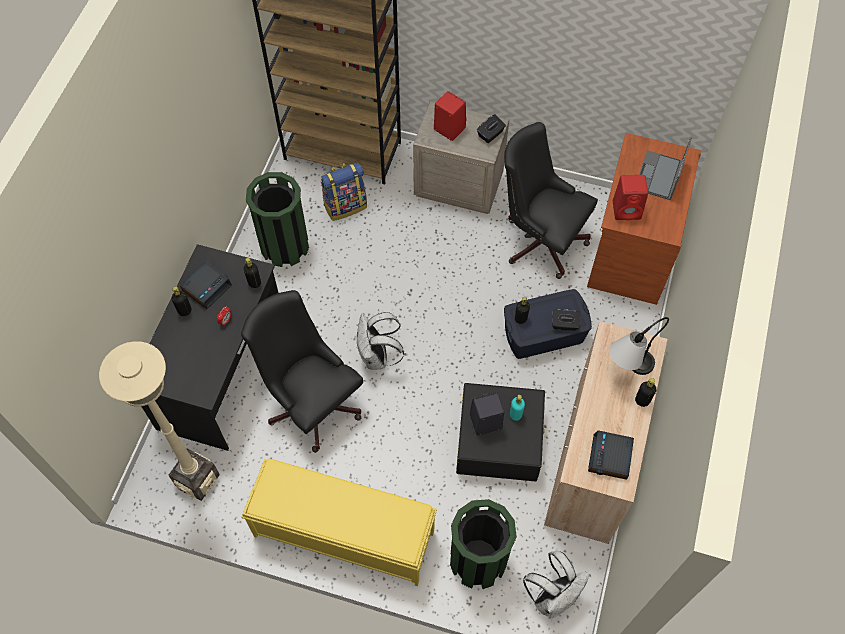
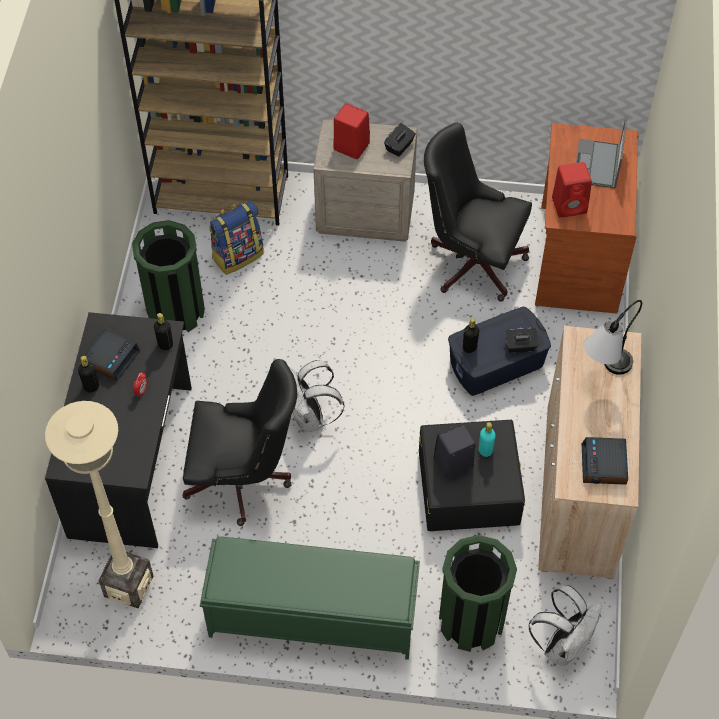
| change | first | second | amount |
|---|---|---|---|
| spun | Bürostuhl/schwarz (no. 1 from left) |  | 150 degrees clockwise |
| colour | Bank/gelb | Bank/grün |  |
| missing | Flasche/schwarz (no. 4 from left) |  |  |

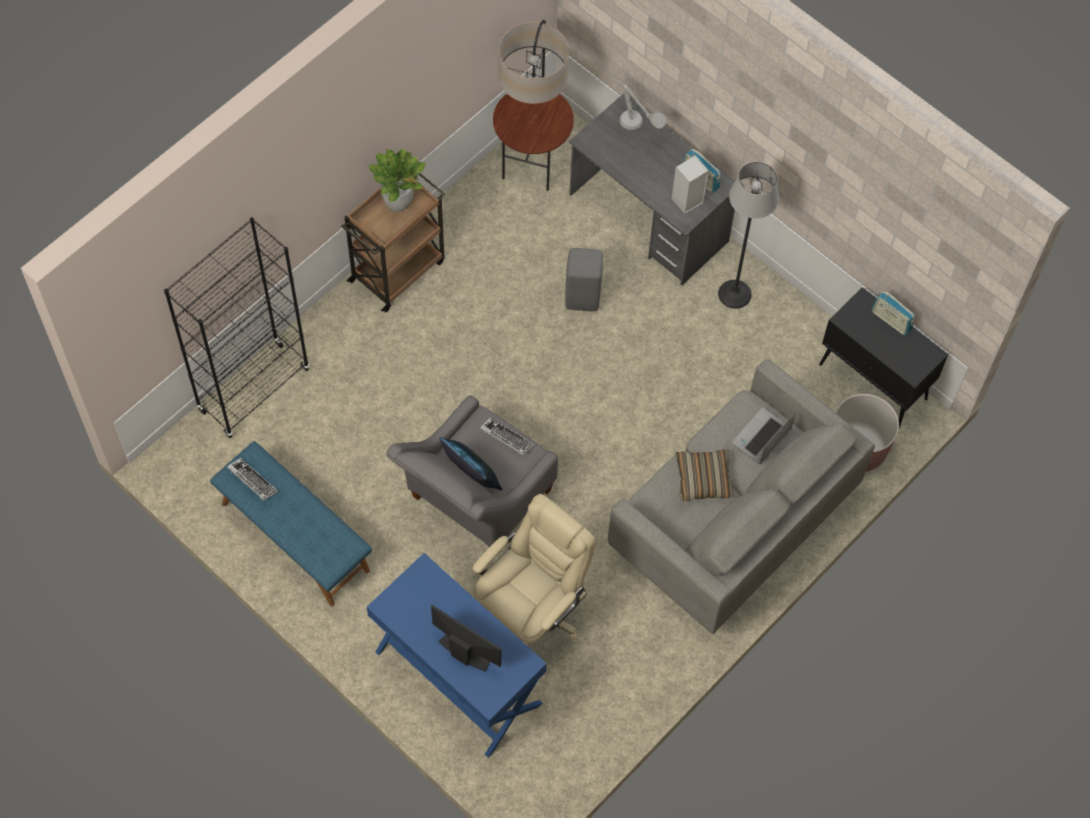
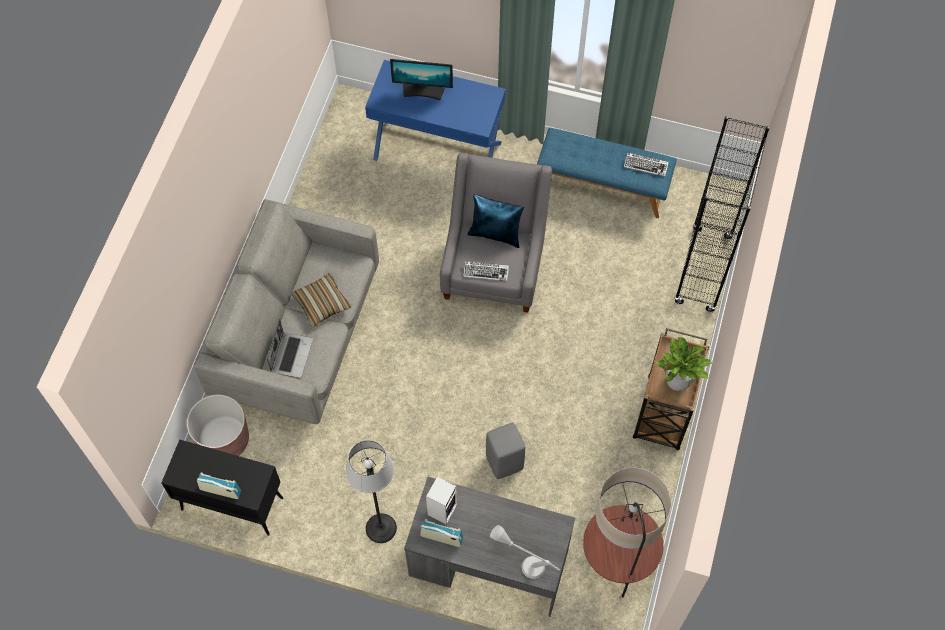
| change | first | second | amount |
|---|---|---|---|
| missing | Bürostuhl/beige |  |  |

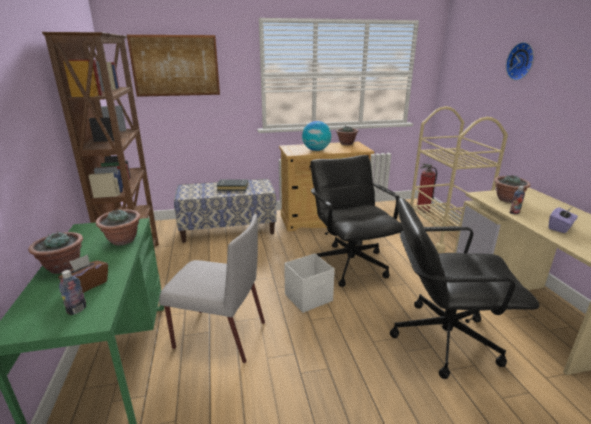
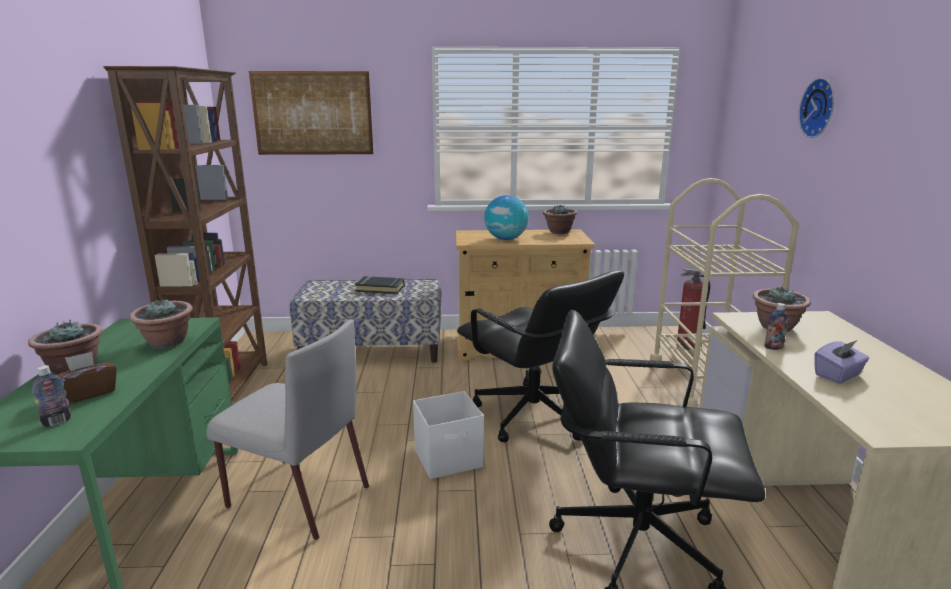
| change | first | second | amount |
|---|---|---|---|
| spun | Bürostuhl/schwarz (no. 1 from left) |  | 150 degrees clockwise |

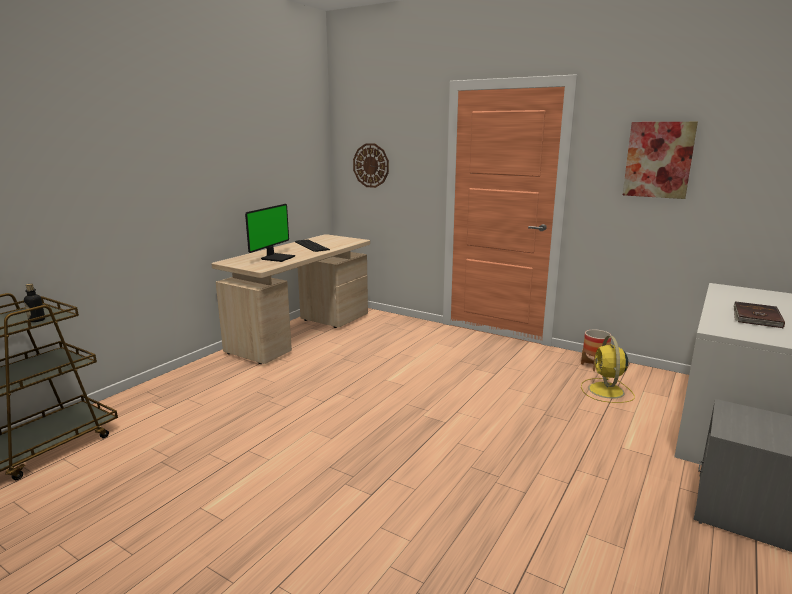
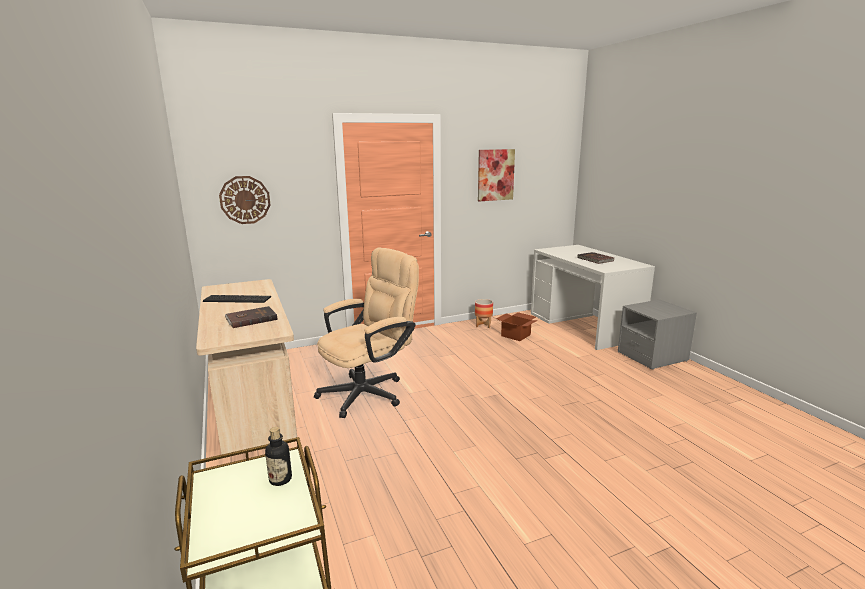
| change | first | second | amount |
|---|---|---|---|
| exchanged | Monitor | Buch/braun (no. 1 from left) |  |
| exchanged | Ventilator/gelb | Karton |  |
| appeared |  | Bürostuhl/beige |  |

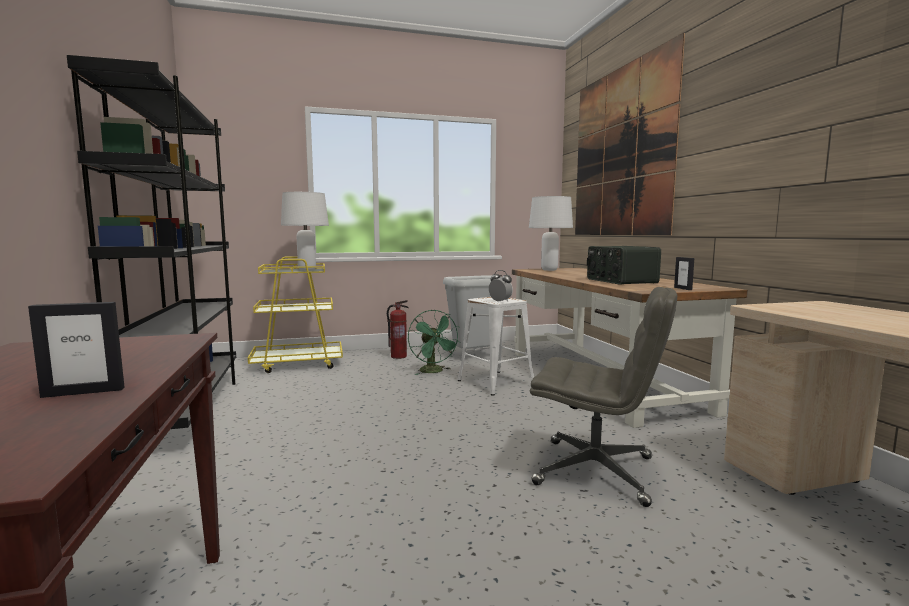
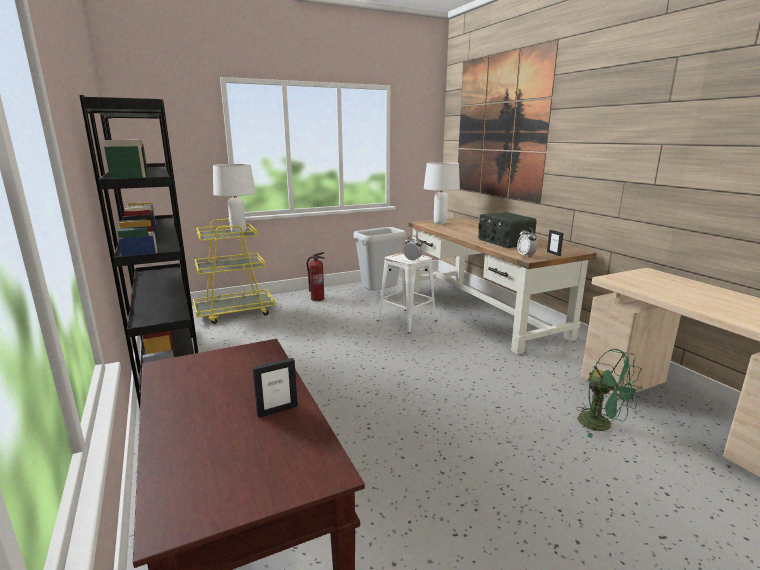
| change | first | second | amount |
|---|---|---|---|
| relocated | Ventilator/grün |  |  |
| missing | Bürostuhl/grau |  |  |
| appeared |  | Wecker (no. 2 from left) |  |

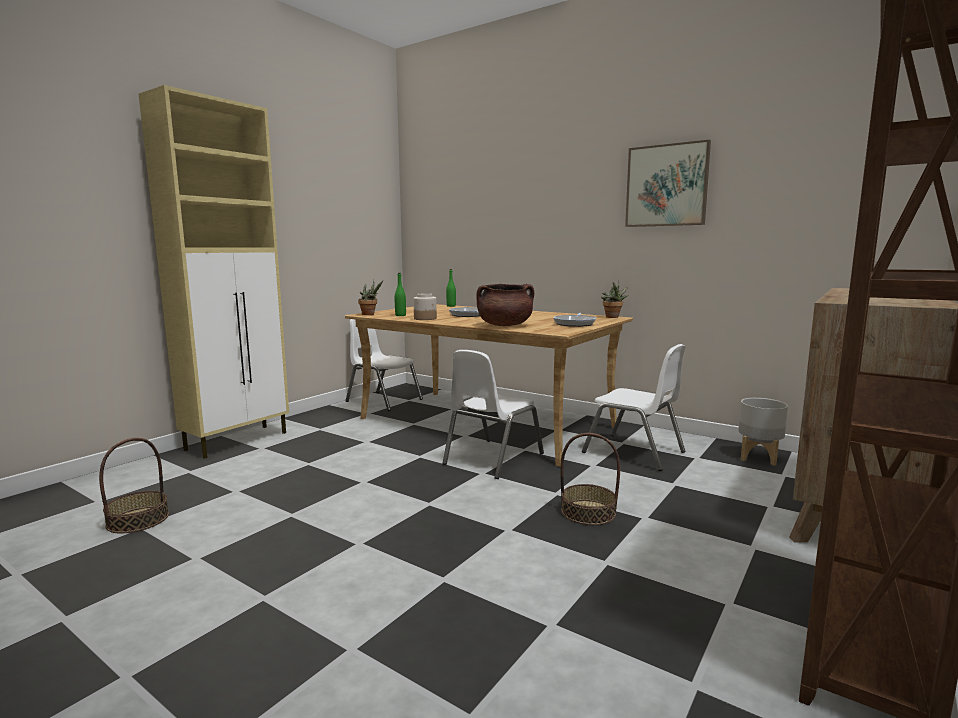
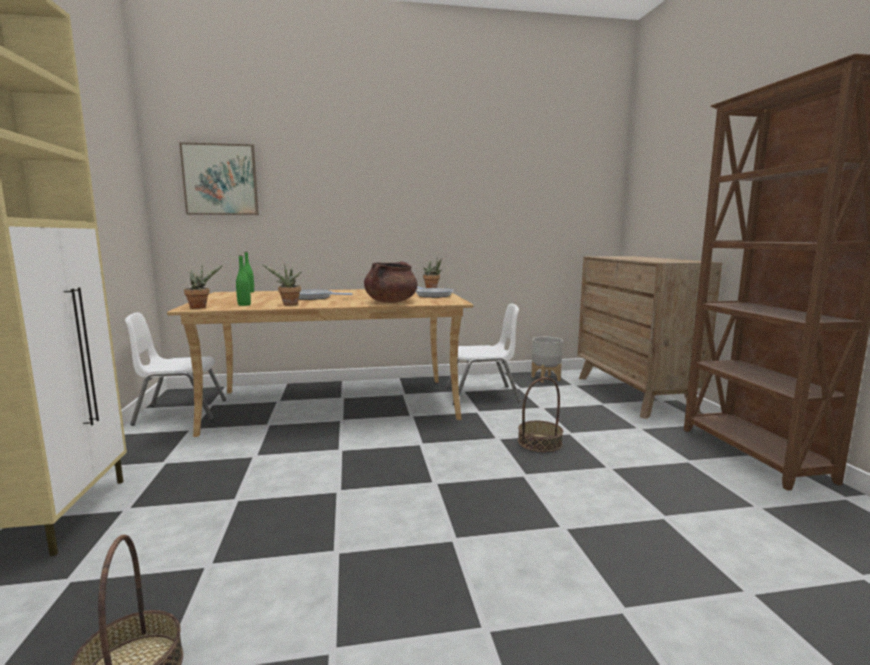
| change | first | second | amount |
|---|---|---|---|
| exchanged | Vorratsglas | Topfpflanze (no. 2 from left) |  |
| missing | Stuhl/weiß (no. 2 from left) |  |  |
| relocated | Bild |  |  |

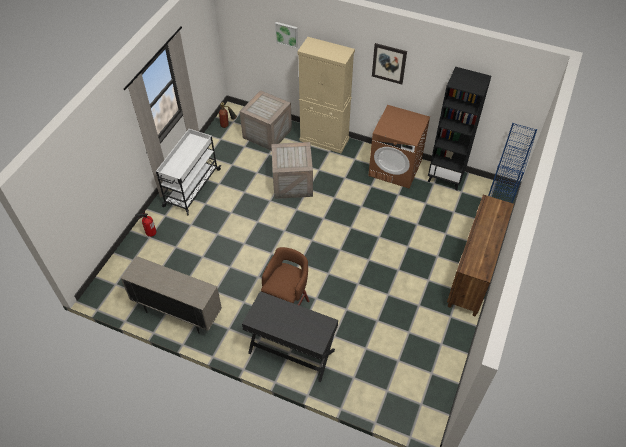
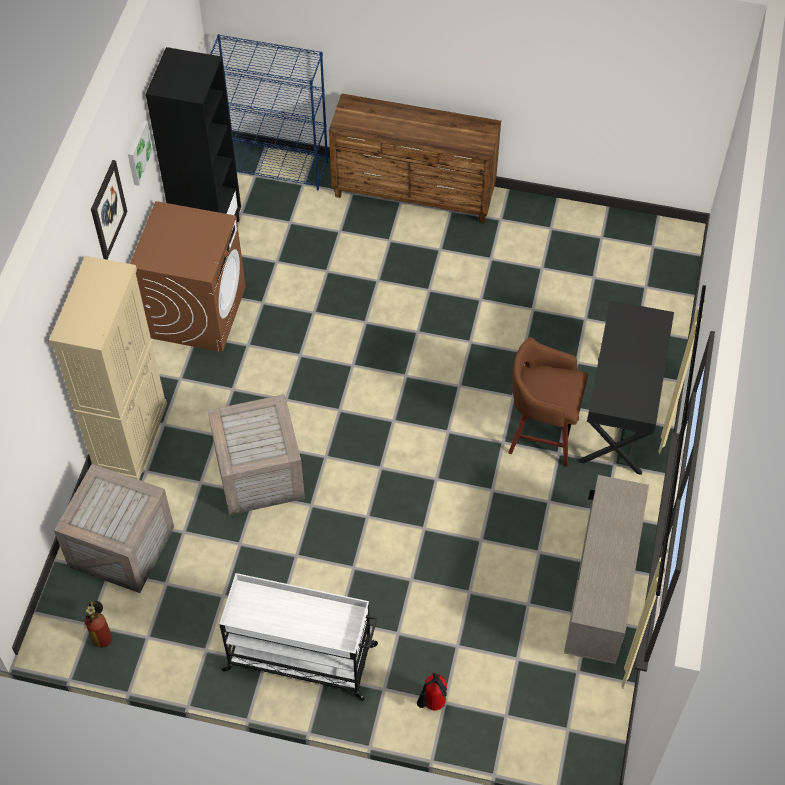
| change | first | second | amount |
|---|---|---|---|
| relocated | Bild (no. 1 from left in the first image) | Bild (no. 2 from left) |  |

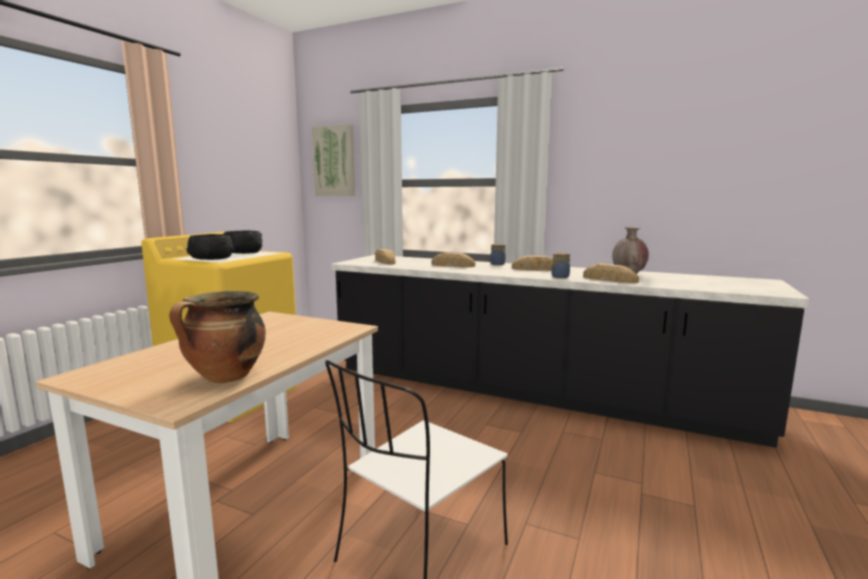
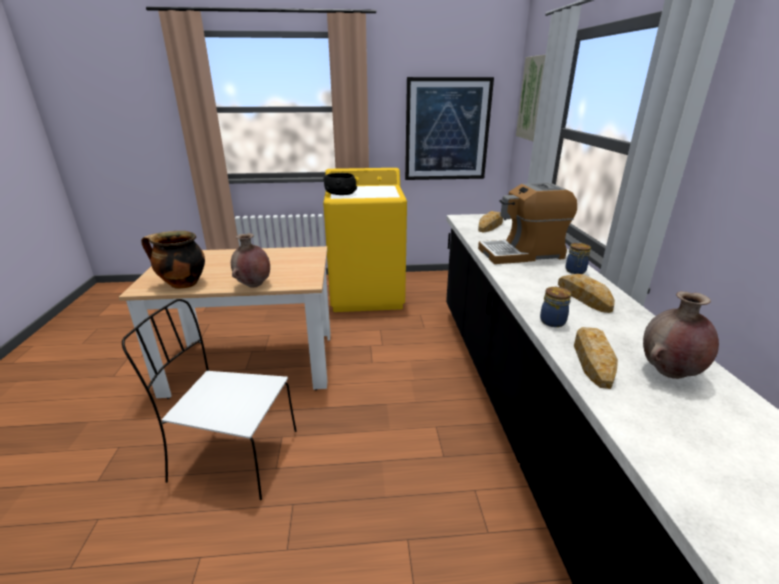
| change | first | second | amount |
|---|---|---|---|
| missing | Schüssel/schwarz (no. 2 from left) |  |  |
| exchanged | Brot (no. 2 from left) | Kaffeemaschine |  |
| appeared |  | Vase/braun (no. 1 from left) |  |
| appeared |  | Bild (no. 1 from left) |  |

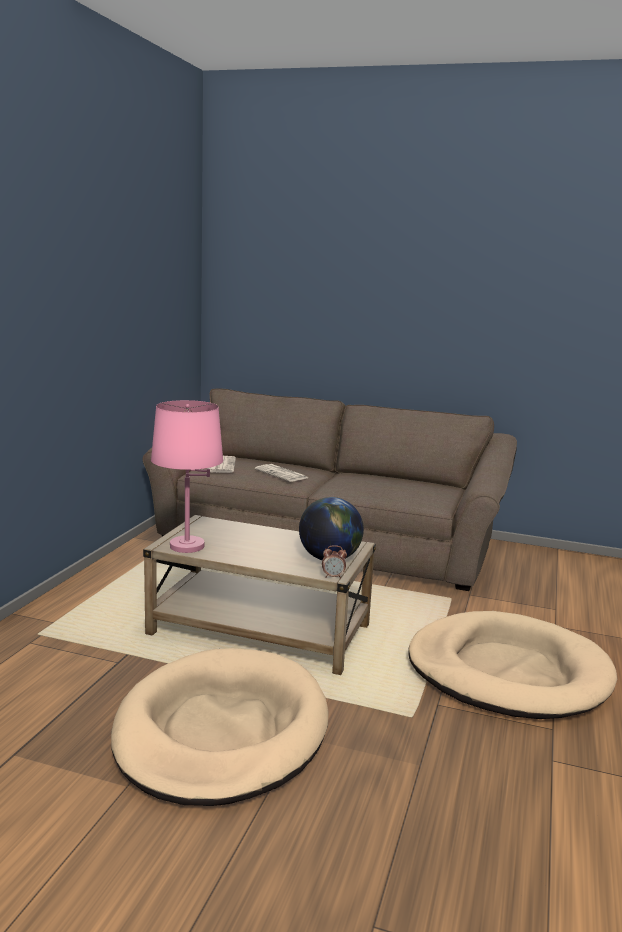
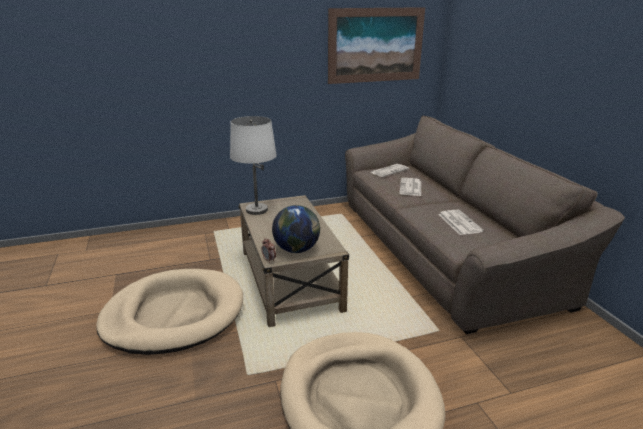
| change | first | second | amount |
|---|---|---|---|
| colour | Tischlampe/rosa | Tischlampe/weiß |  |
| appeared |  | Bild |  |
| appeared |  | Zeitung (no. 3 from left) |  |

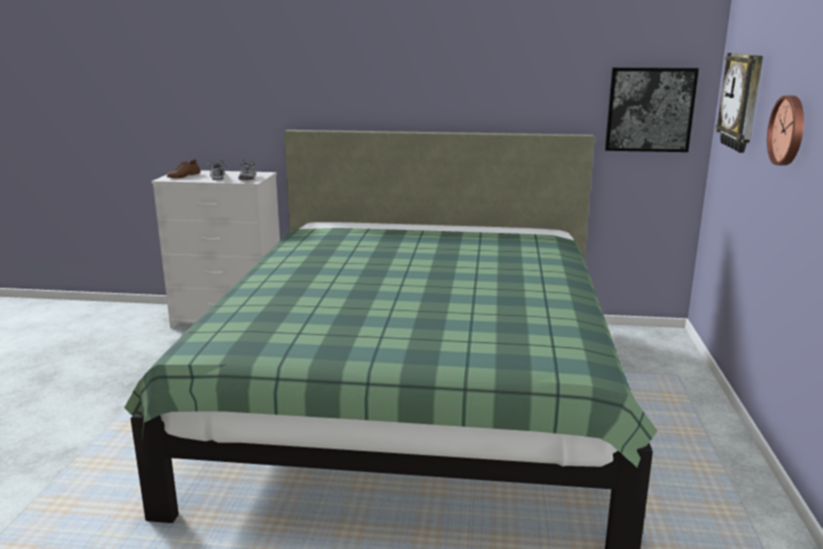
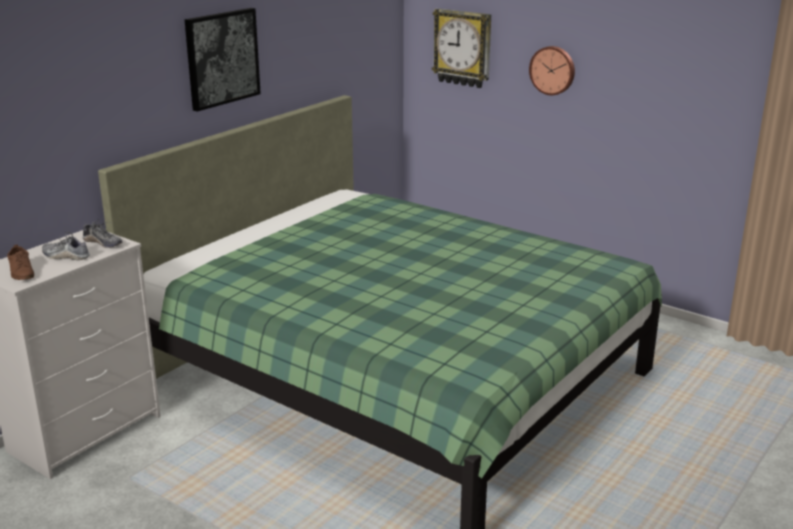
| change | first | second | amount |
|---|---|---|---|
| relocated | Bild |  |  |

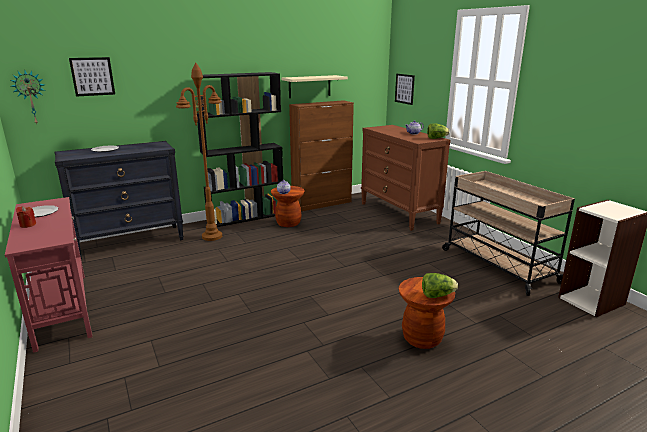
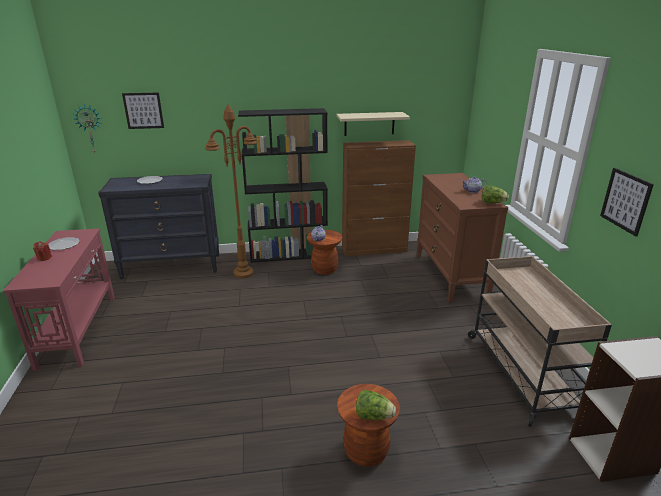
| change | first | second | amount |
|---|---|---|---|
| relocated | Bild (no. 2 from left) |  |  |

